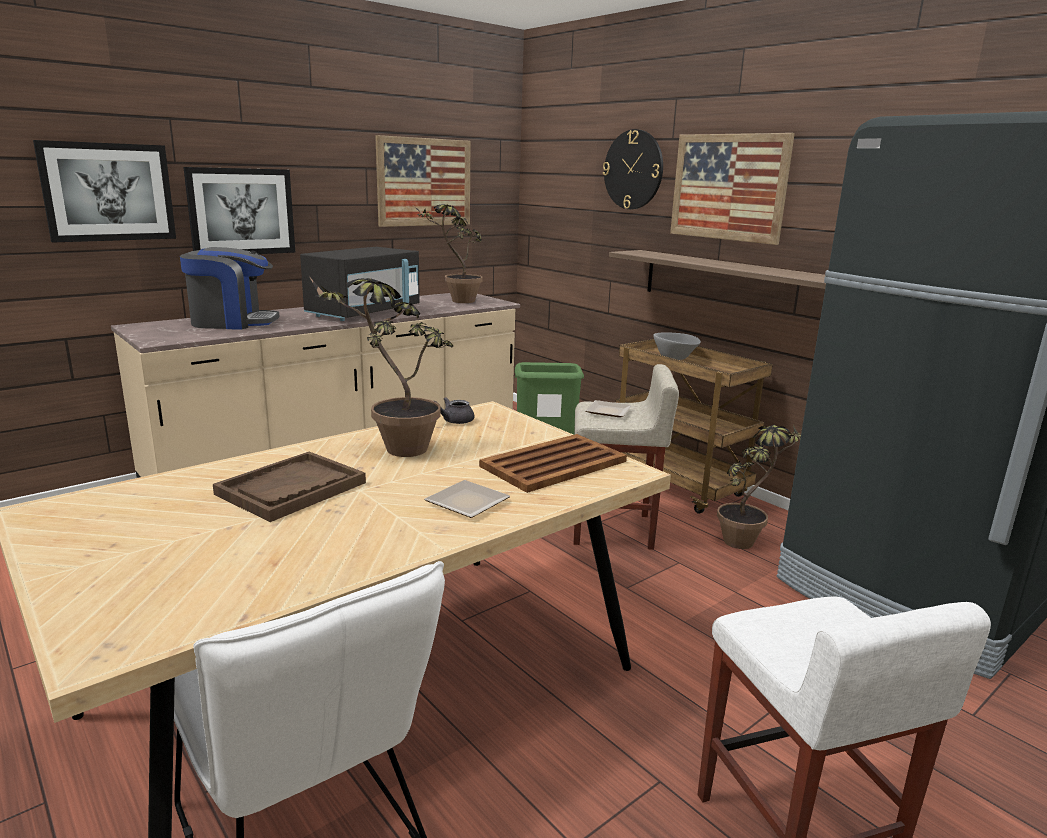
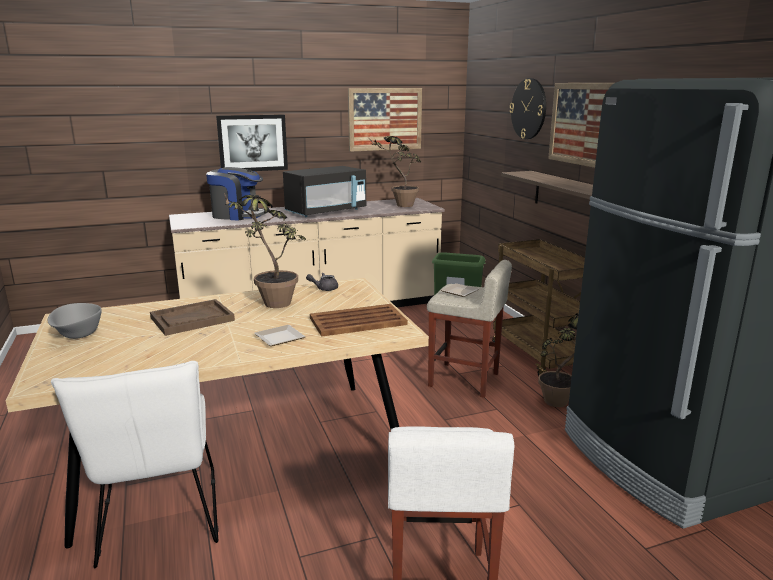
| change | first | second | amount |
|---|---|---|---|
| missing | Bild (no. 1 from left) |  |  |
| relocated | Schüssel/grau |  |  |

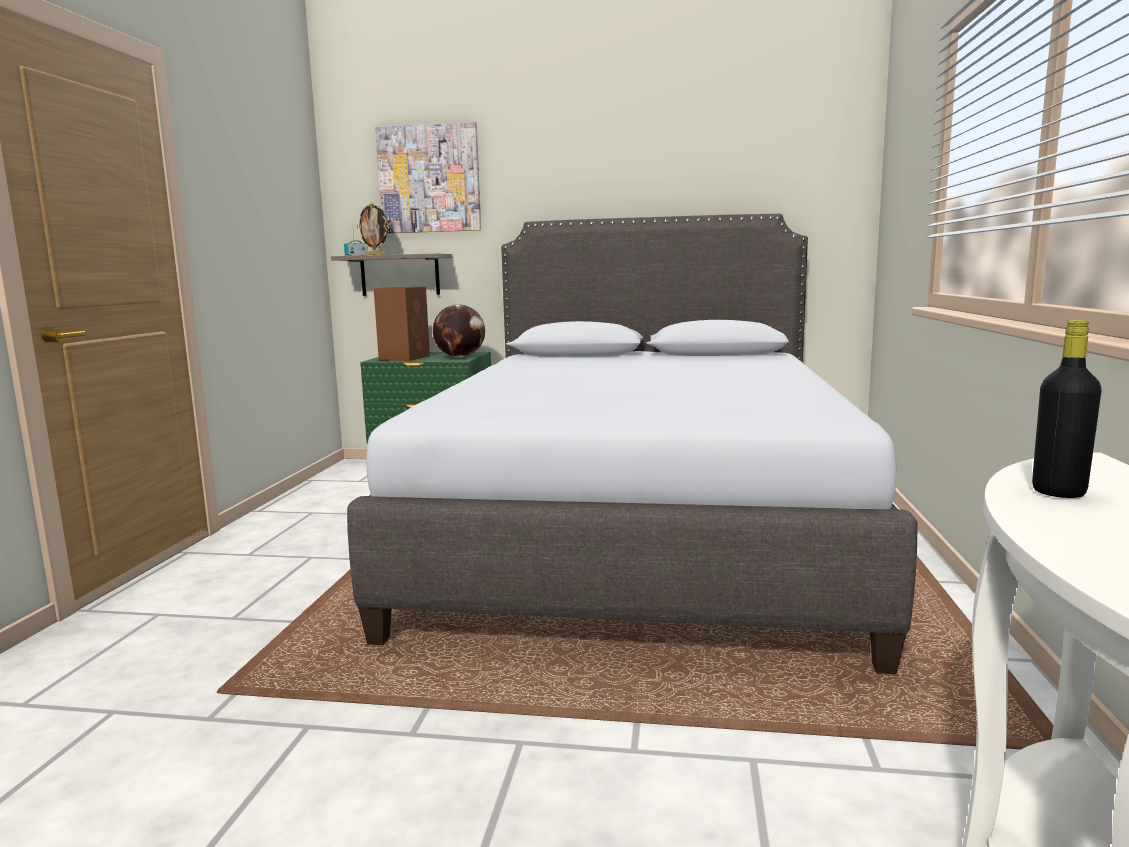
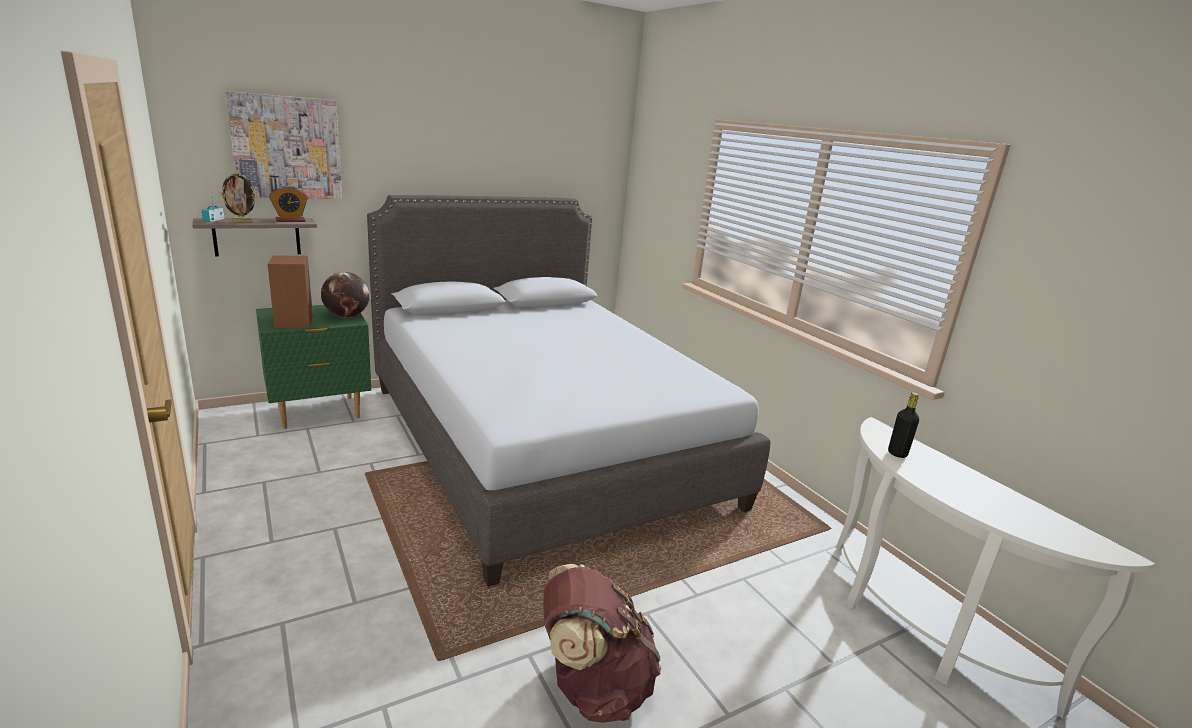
| change | first | second | amount |
|---|---|---|---|
| appeared |  | Wecker |  |
| appeared |  | Rucksack/braun |  |

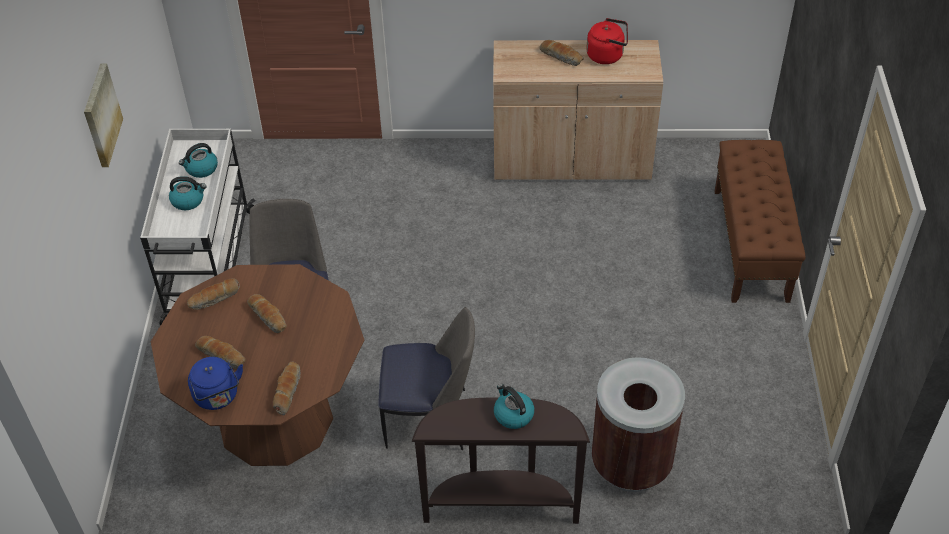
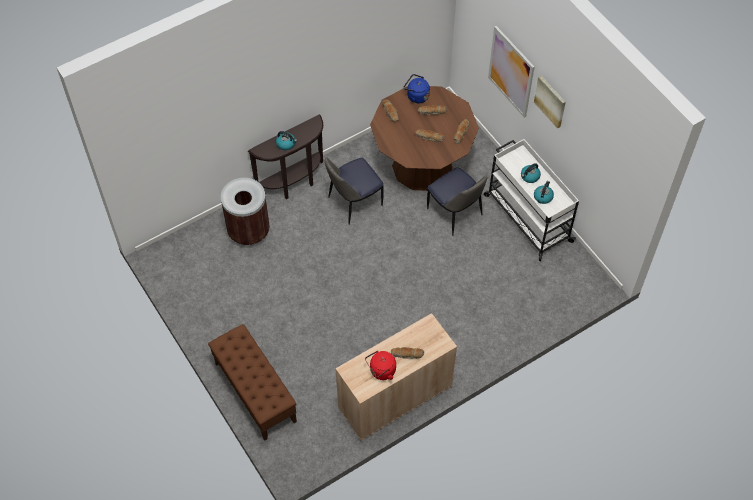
| change | first | second | amount |
|---|---|---|---|
| appeared |  | Bild (no. 1 from left) |  |

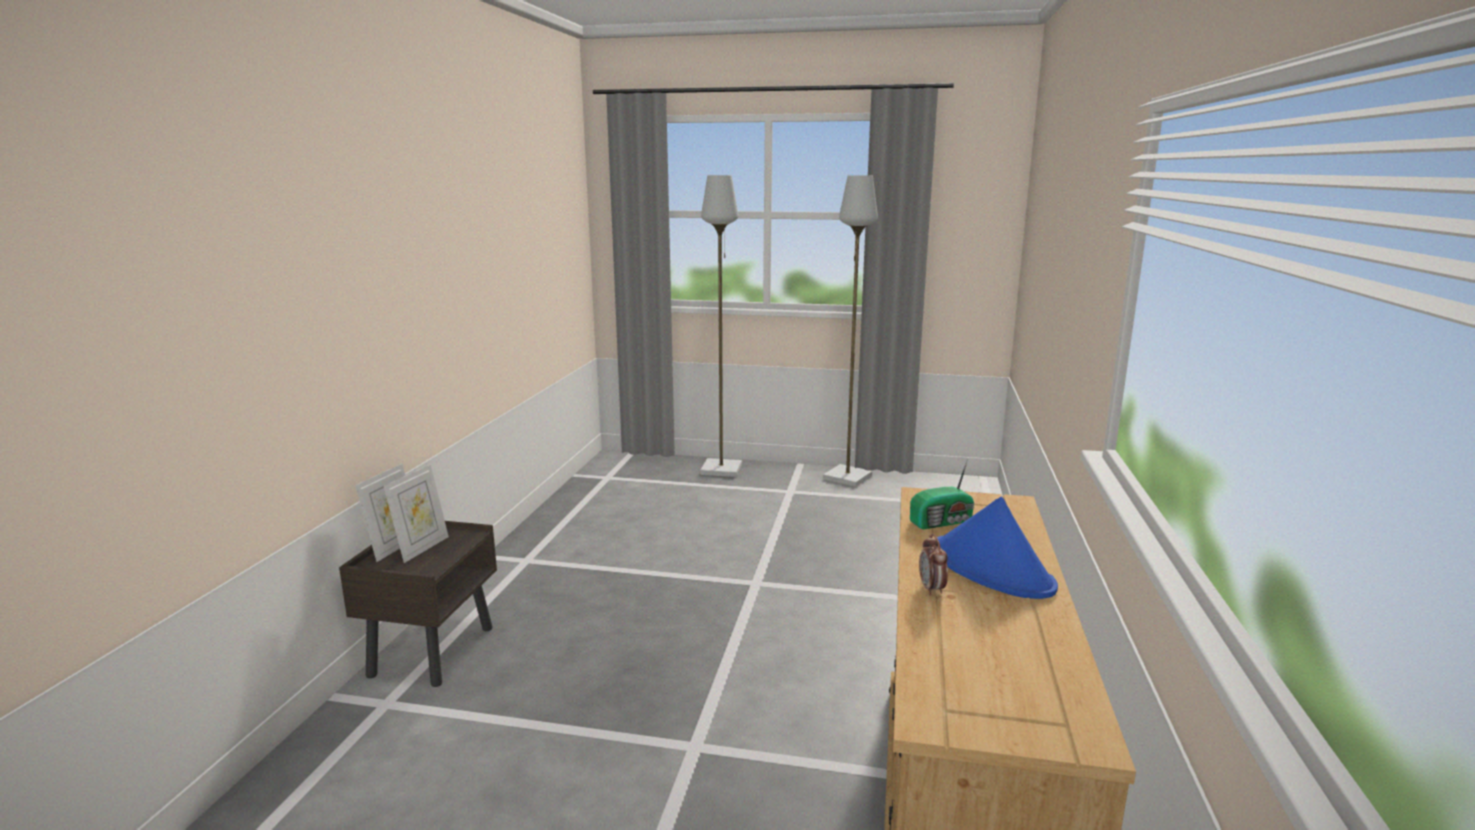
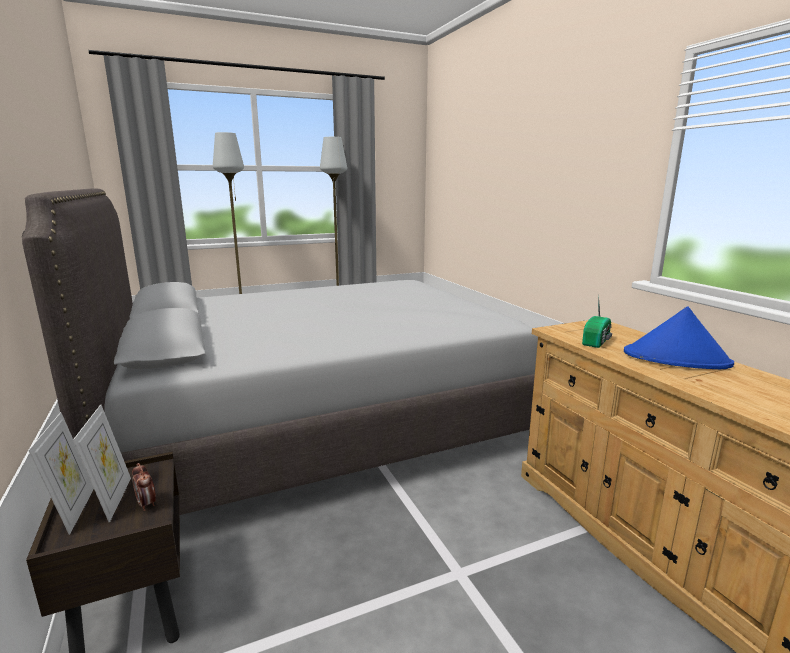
| change | first | second | amount |
|---|---|---|---|
| relocated | Wecker |  |  |
| appeared |  | Bett/grau |  |

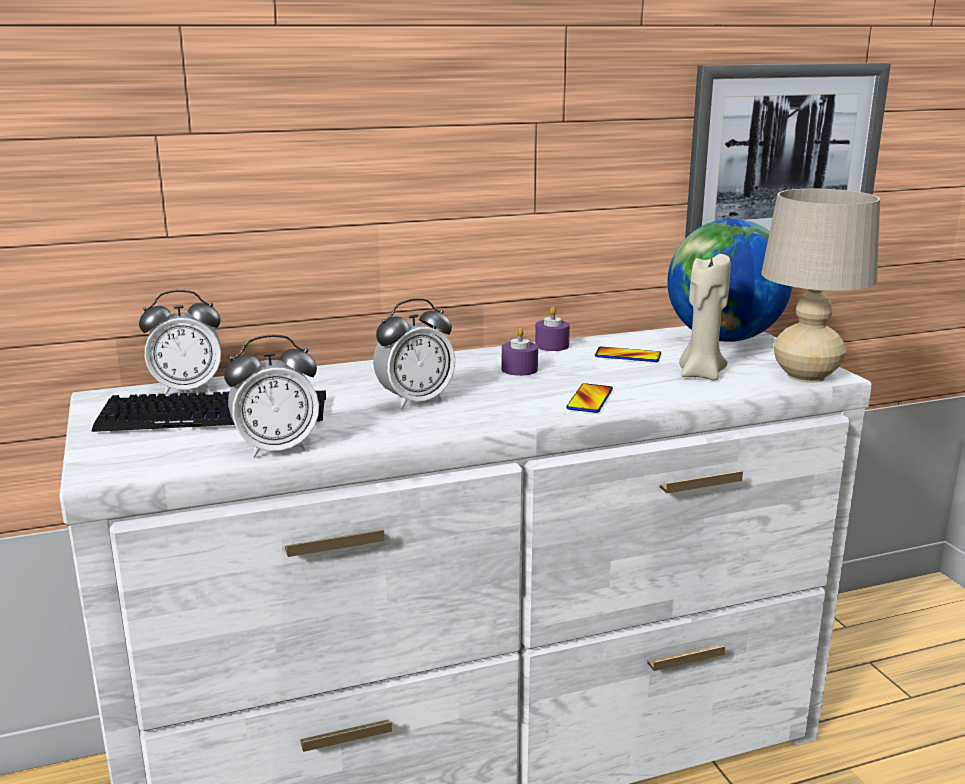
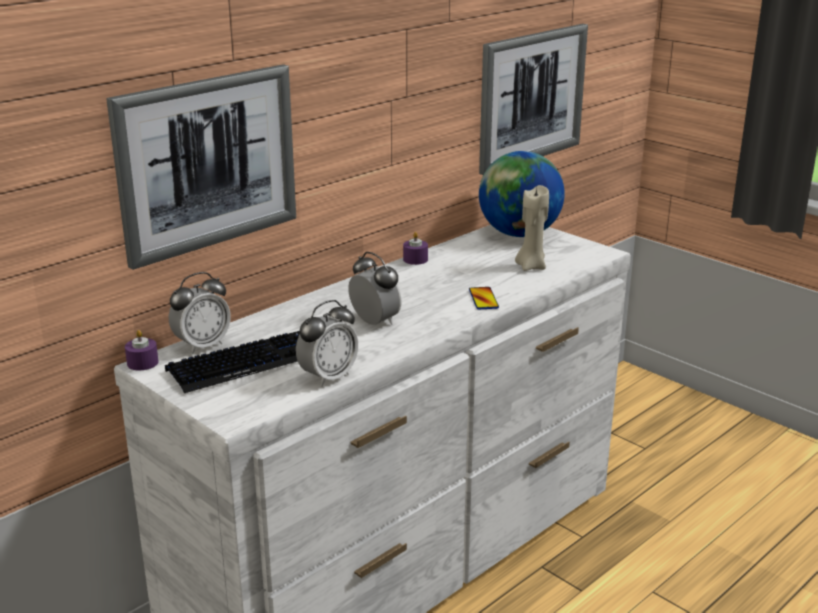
| change | first | second | amount |
|---|---|---|---|
| spun | Wecker (no. 3 from left) |  | 75 degrees counterclockwise |
| relocated | Kerze/lila (no. 1 from left) |  |  |
| missing | Handy (no. 2 from left) |  |  |
| missing | Tischlampe/beige |  |  |
| appeared |  | Bild (no. 1 from left) |  |

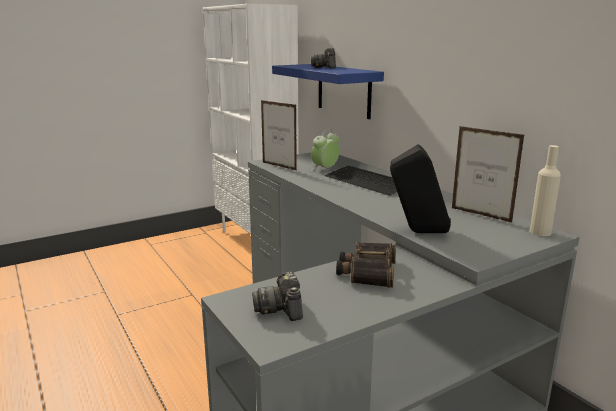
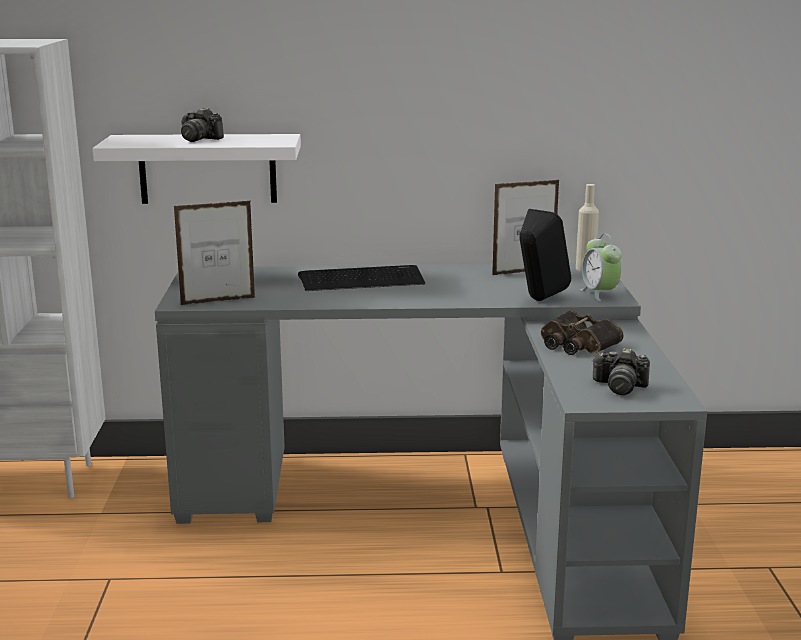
| change | first | second | amount |
|---|---|---|---|
| colour | Wandregal/blau | Wandregal/weiß |  |
| relocated | Wecker |  |  |

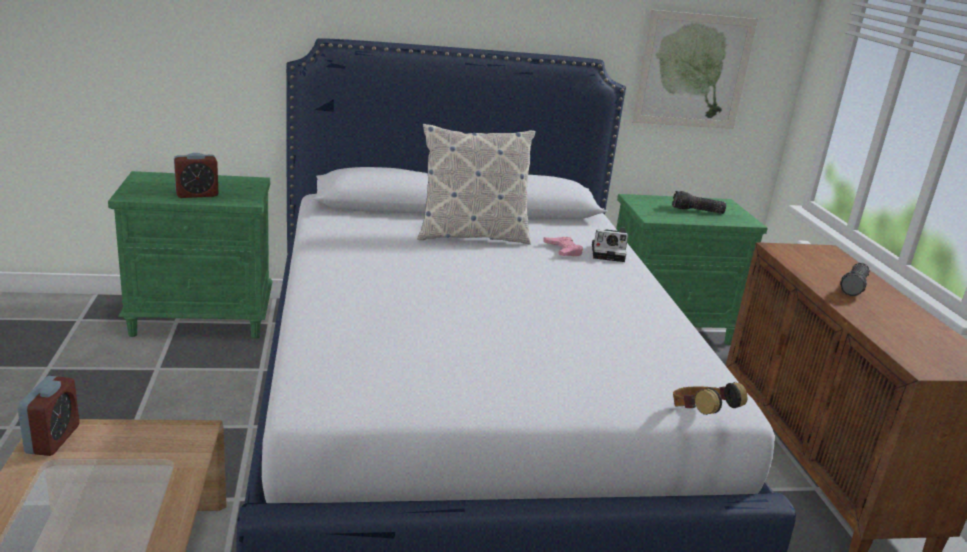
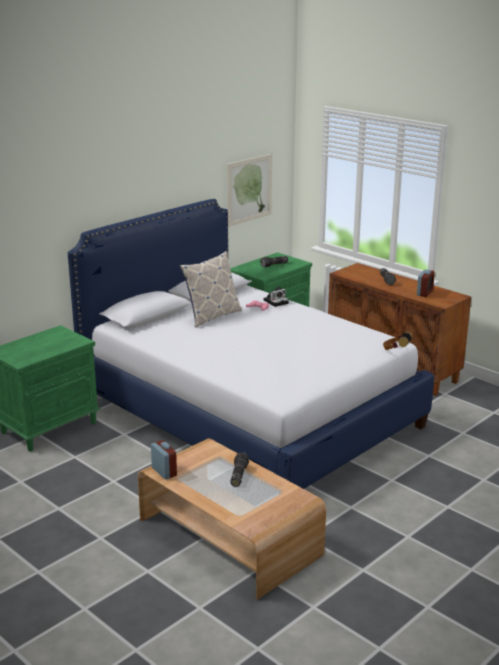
| change | first | second | amount |
|---|---|---|---|
| relocated | Wecker (no. 2 from left) |  |  |
| appeared |  | Taschenlampe (no. 1 from left) |  |

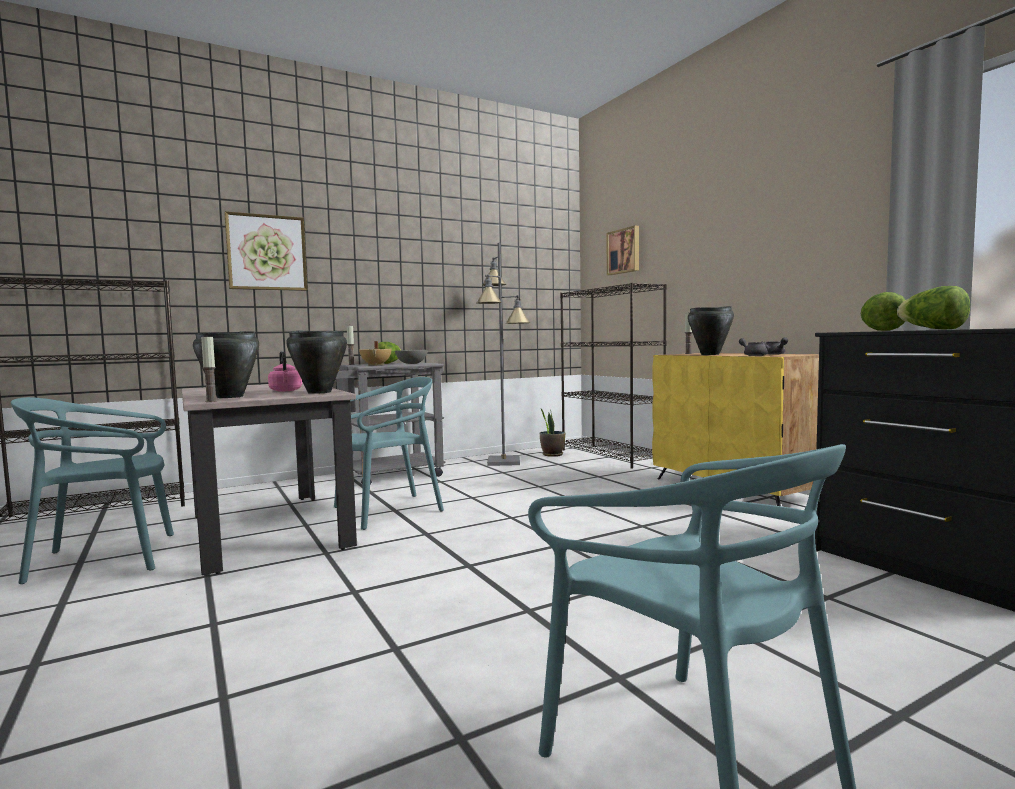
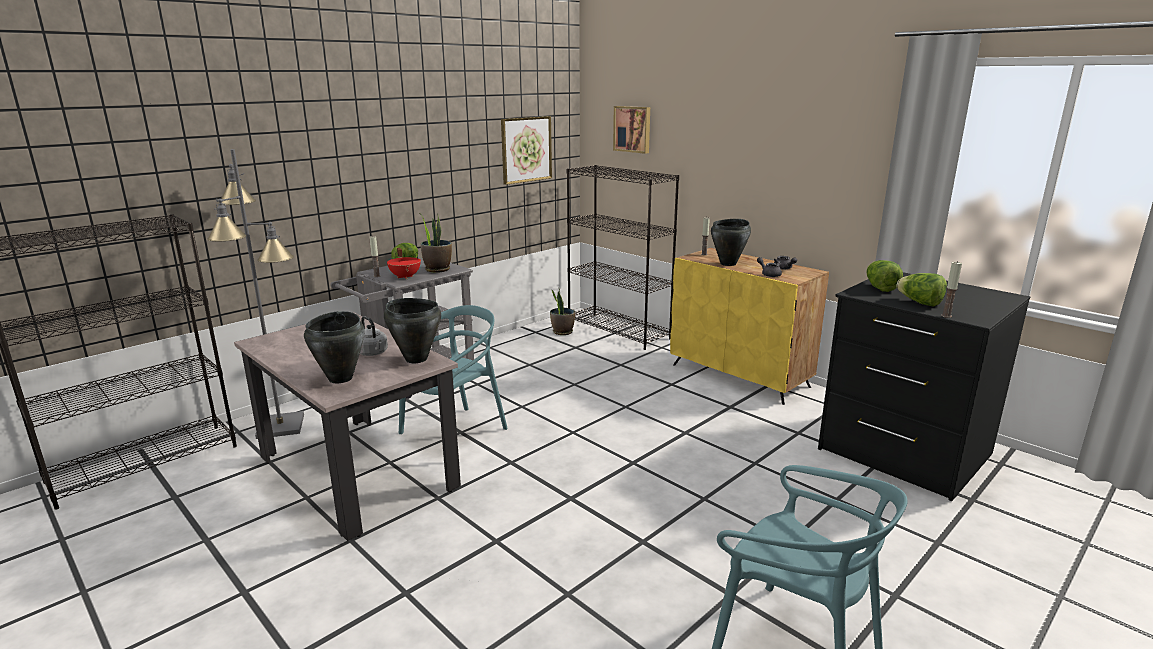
| change | first | second | amount |
|---|---|---|---|
| missing | Stuhl/türkis (no. 1 from left) |  |  |
| relocated | Kerze (no. 1 from left in the first image) | Kerze (no. 3 from left) |  |
| relocated | Bild (no. 1 from left) |  |  |
| colour | Wasserkessel/rosa | Wasserkessel/grau |  |
| colour | Kochtopf/beige | Kochtopf/rot |  |
| exchanged | Schüssel/grau | Topfpflanze (no. 1 from left) |  |
| relocated | Stehlampe/grau |  |  |

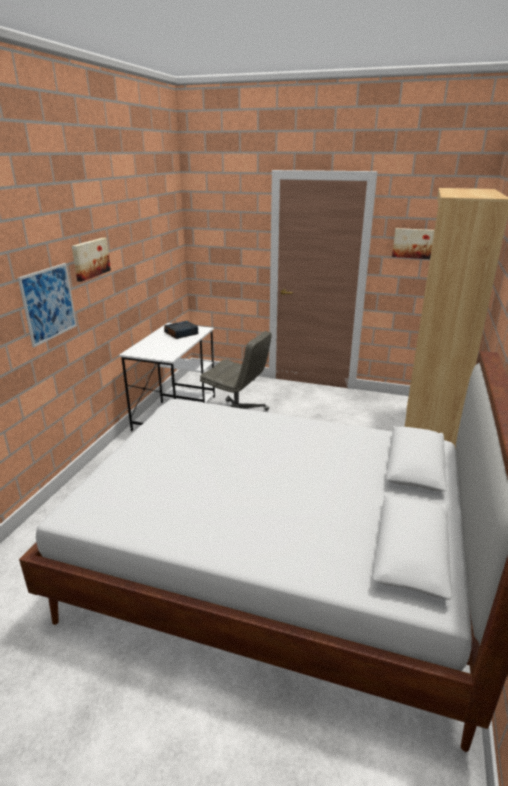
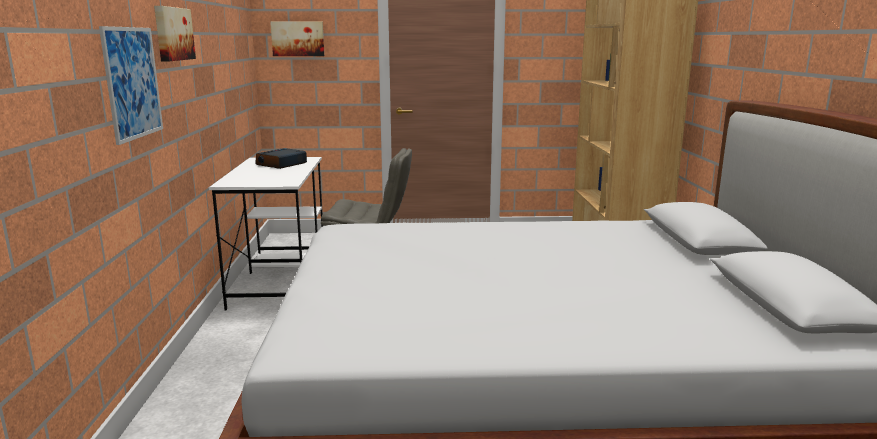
| change | first | second | amount |
|---|---|---|---|
| relocated | Bild (no. 3 from left) |  |  |

